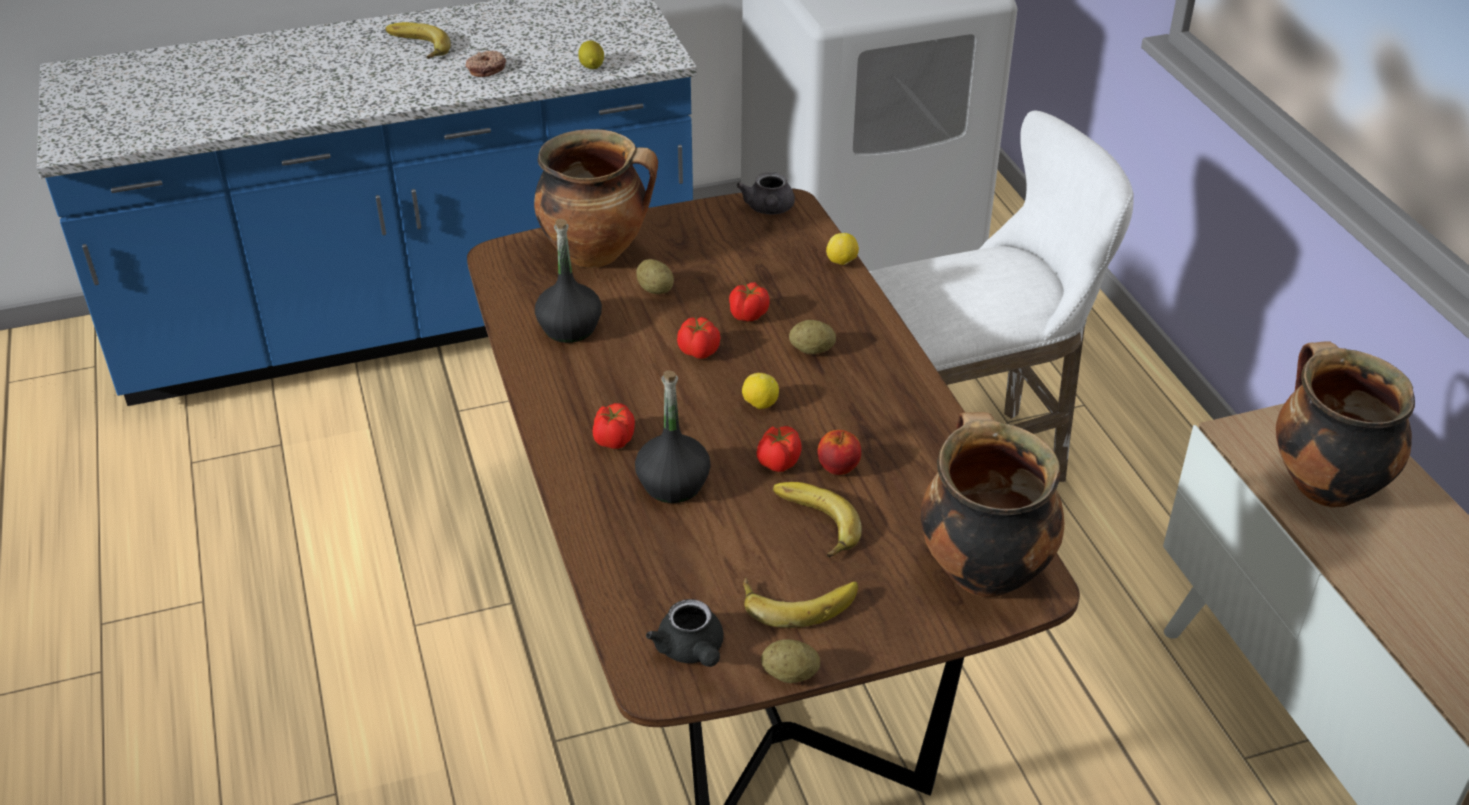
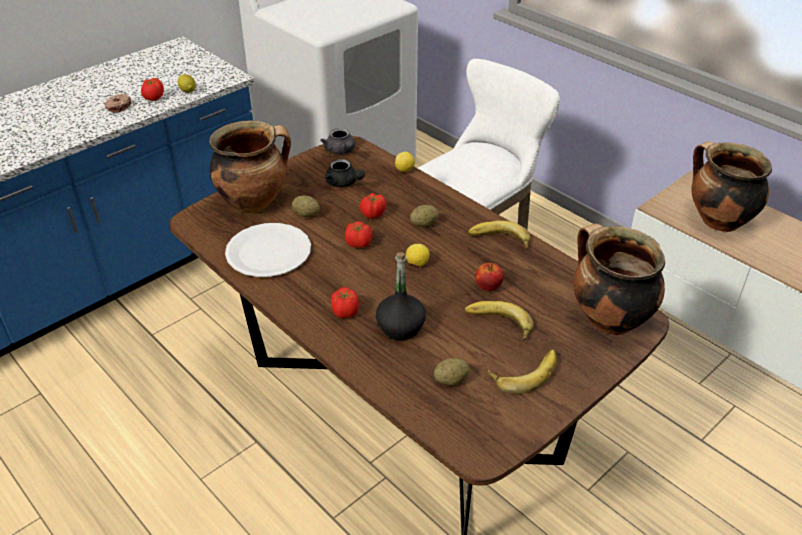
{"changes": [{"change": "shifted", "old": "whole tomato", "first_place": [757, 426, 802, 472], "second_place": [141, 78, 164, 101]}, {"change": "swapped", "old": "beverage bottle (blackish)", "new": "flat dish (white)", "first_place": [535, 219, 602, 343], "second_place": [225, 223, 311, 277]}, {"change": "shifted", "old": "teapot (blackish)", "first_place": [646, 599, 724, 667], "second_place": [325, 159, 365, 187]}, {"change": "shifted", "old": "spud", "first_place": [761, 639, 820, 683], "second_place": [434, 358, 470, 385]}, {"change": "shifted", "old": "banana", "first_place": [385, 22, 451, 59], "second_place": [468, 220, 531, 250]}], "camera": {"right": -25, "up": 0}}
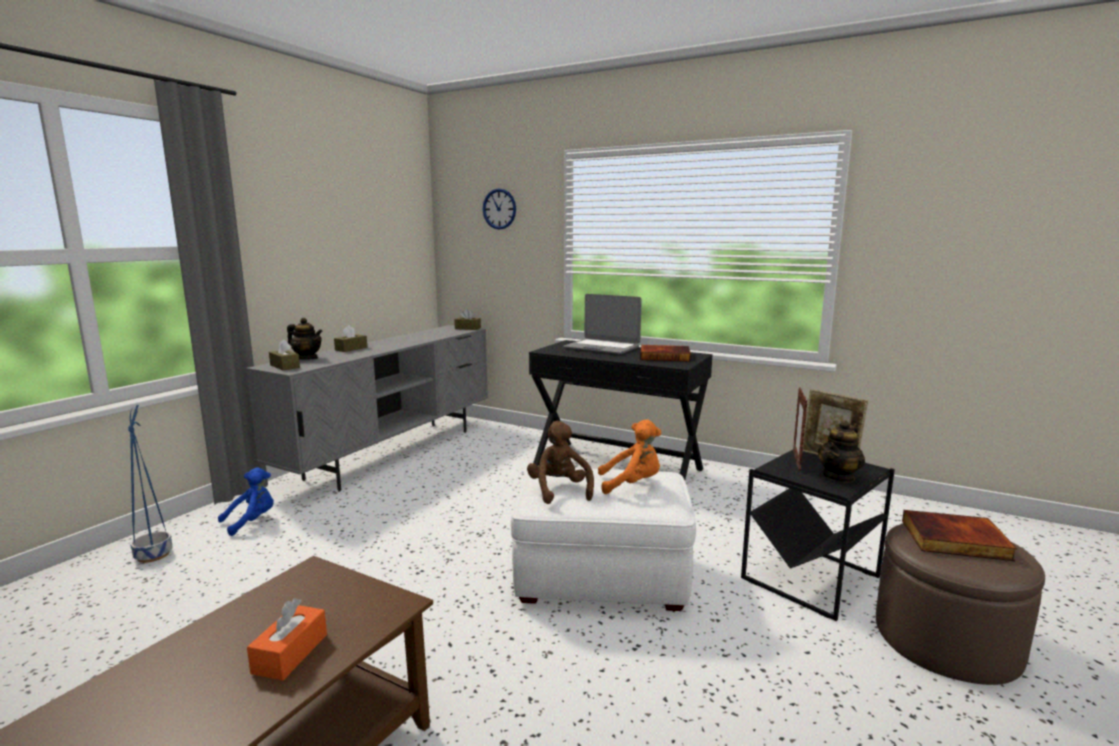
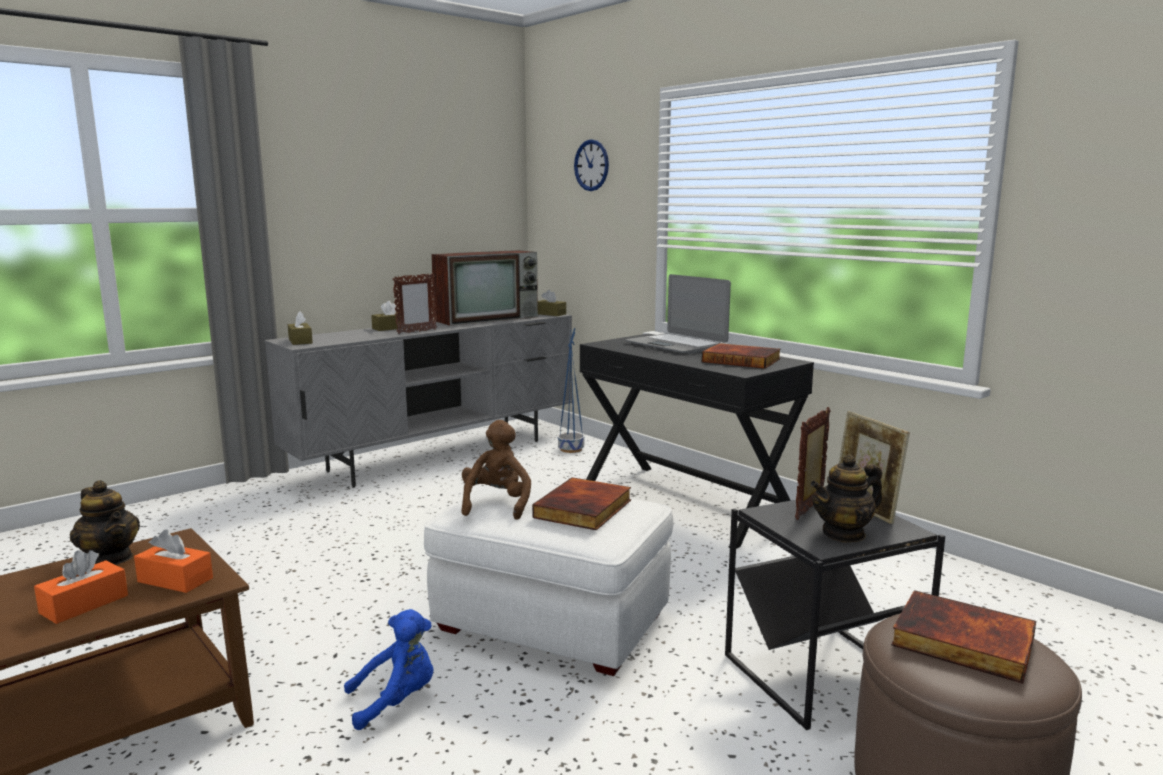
{"changes": [{"change": "shifted", "old": "teapot", "first_place": [287, 318, 322, 360], "second_place": [70, 480, 140, 565]}, {"change": "new", "new": "tissue holder (orange)", "second_place": [134, 529, 213, 593]}, {"change": "shifted", "old": "soft toy (bluish)", "first_place": [218, 468, 274, 536], "second_place": [344, 609, 434, 730]}, {"change": "new", "new": "standing frame", "second_place": [393, 273, 437, 334]}, {"change": "new", "new": "TV set", "second_place": [431, 250, 538, 326]}, {"change": "swapped", "old": "soft toy (orange)", "new": "book", "first_place": [598, 419, 661, 494], "second_place": [532, 478, 631, 530]}, {"change": "shifted", "old": "flower pot (bluish)", "first_place": [128, 405, 173, 563], "second_place": [558, 328, 584, 453]}], "camera": {"right": 20, "up": 0}}
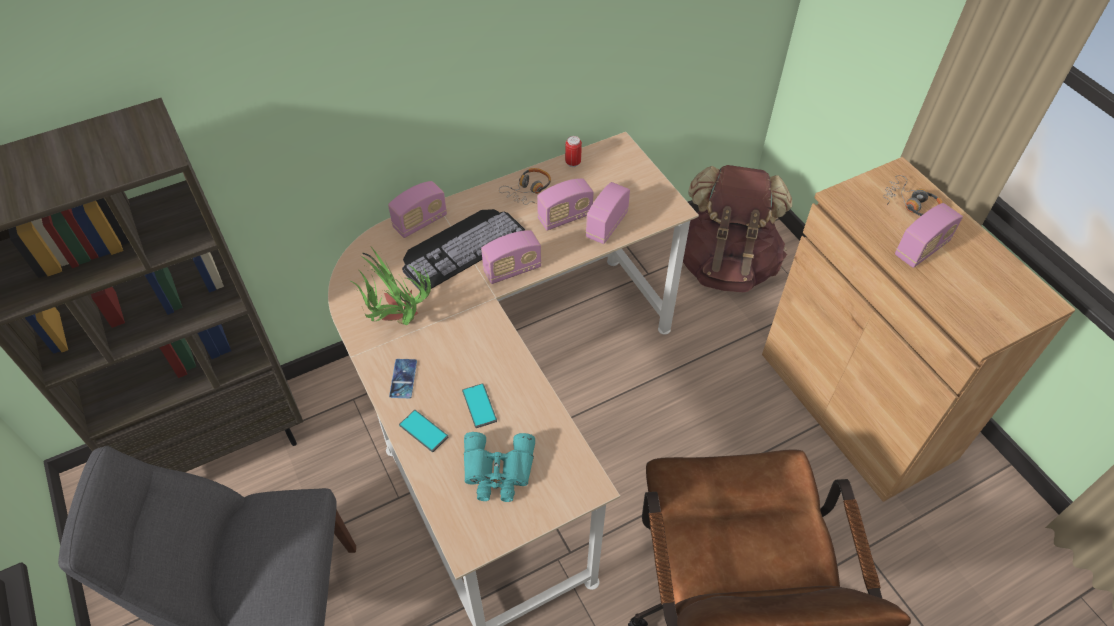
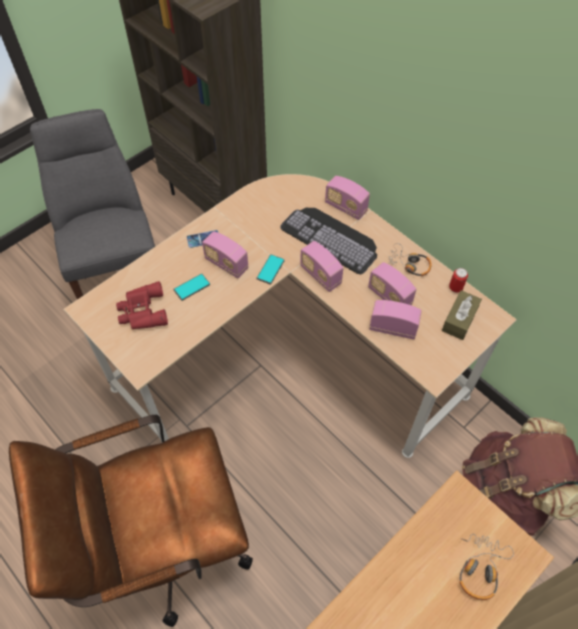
{"changes": [{"change": "repainted", "old": "binoculars (turquoise)", "new": "binoculars (red-coloured)", "first_place": [464, 432, 535, 502], "second_place": [116, 281, 168, 329]}, {"change": "shifted", "old": "radio", "first_place": [895, 203, 963, 268], "second_place": [202, 231, 249, 278]}, {"change": "shifted", "old": "handset", "first_place": [399, 410, 448, 452], "second_place": [257, 254, 285, 285]}, {"change": "new", "new": "tissue holder (brownish)", "second_place": [442, 290, 482, 340]}, {"change": "gone", "old": "potted plant", "first_place": [351, 247, 431, 325]}], "camera": {"right": 75, "up": 5}}
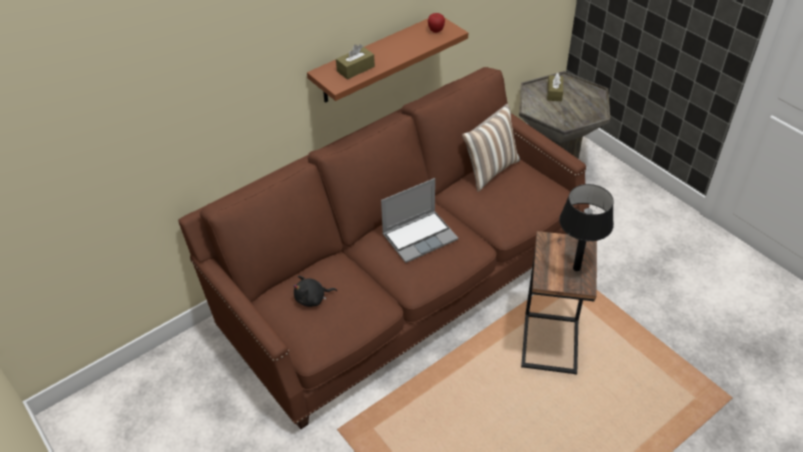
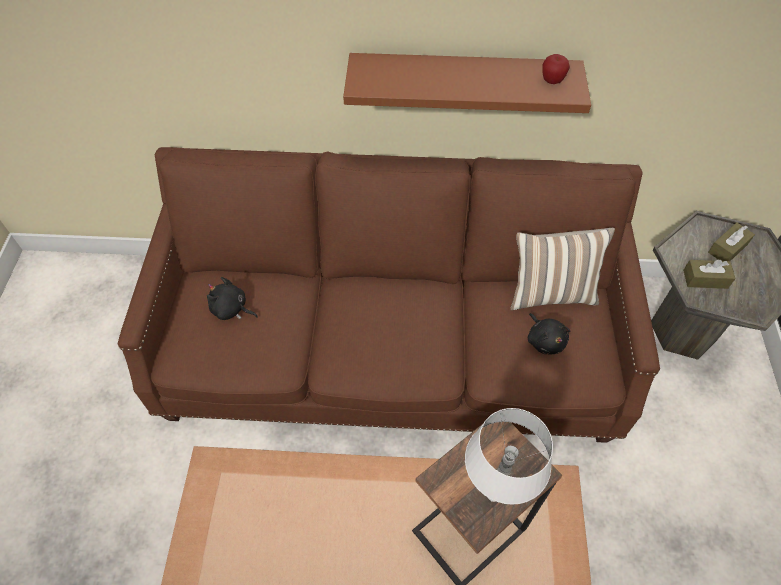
{"changes": [{"change": "repainted", "old": "table lamp (blackish)", "new": "table lamp (white)", "first_place": [559, 184, 614, 271], "second_place": [465, 408, 553, 505]}, {"change": "new", "new": "soft toy (blackish)", "second_place": [528, 313, 570, 354]}, {"change": "shifted", "old": "tissue holder (brownish)", "first_place": [336, 44, 375, 79], "second_place": [683, 260, 736, 289]}, {"change": "gone", "old": "laptop", "first_place": [381, 178, 458, 263]}], "camera": {"right": 40, "up": 10}}
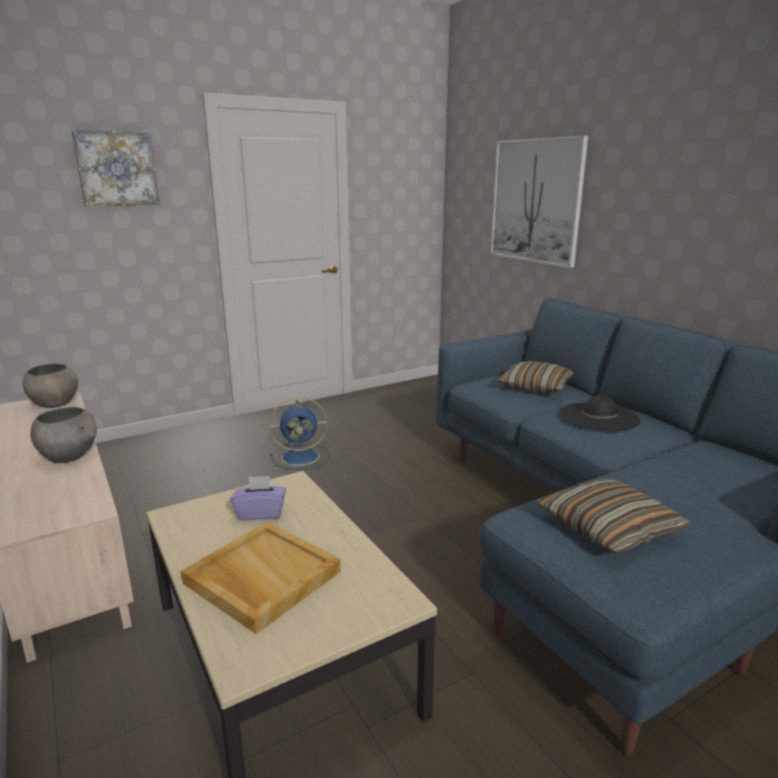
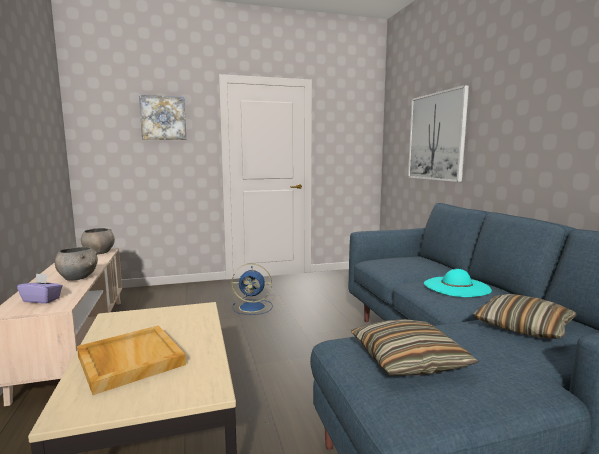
{"changes": [{"change": "shifted", "old": "tissue holder (purple-coloured)", "first_place": [231, 476, 286, 520], "second_place": [17, 273, 63, 304]}, {"change": "repainted", "old": "clothing hat (blackish)", "new": "clothing hat (turquoise)", "first_place": [560, 395, 641, 432], "second_place": [424, 269, 492, 297]}, {"change": "shifted", "old": "throw pillow", "first_place": [498, 361, 574, 393], "second_place": [473, 294, 577, 339]}], "camera": {"right": 15, "up": -10}}
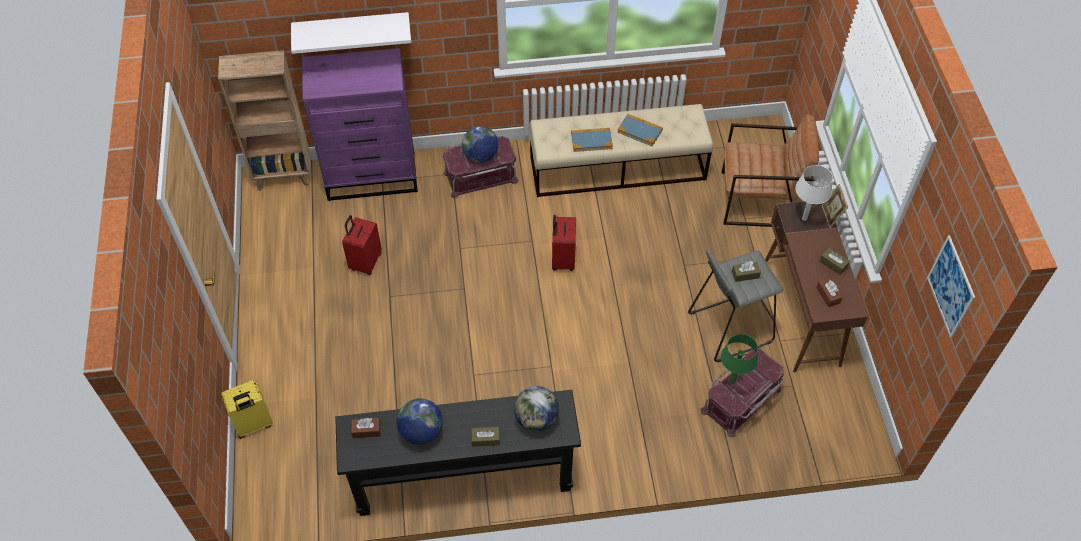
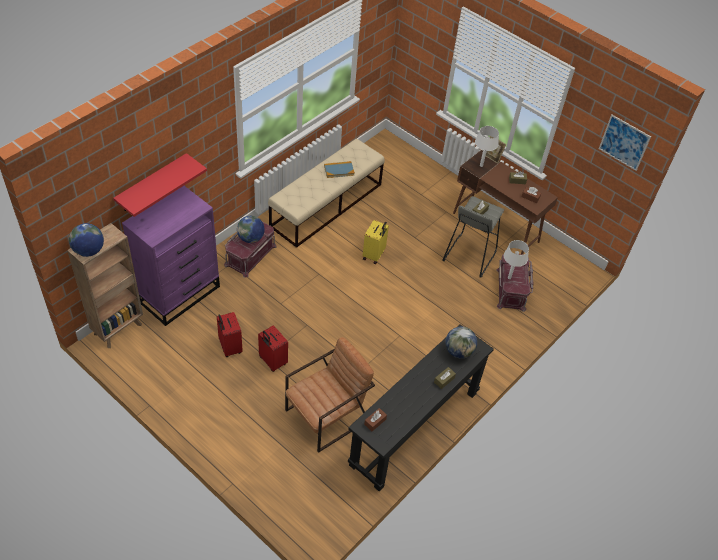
{"changes": [{"change": "shifted", "old": "desk globe", "first_place": [397, 398, 443, 445], "second_place": [69, 223, 104, 257]}, {"change": "repainted", "old": "shelf (white)", "new": "shelf (red-coloured)", "first_place": [291, 12, 411, 54], "second_place": [113, 153, 207, 217]}, {"change": "shifted", "old": "suitcase (red-coloured)", "first_place": [552, 215, 576, 271], "second_place": [258, 325, 288, 372]}, {"change": "shifted", "old": "easy chair (brownish)", "first_place": [722, 114, 819, 227], "second_place": [285, 337, 375, 453]}, {"change": "shifted", "old": "suitcase (yellow-coloured)", "first_place": [221, 380, 273, 439], "second_place": [363, 220, 389, 264]}, {"change": "repainted", "old": "table lamp (greenish)", "new": "table lamp (white)", "first_place": [721, 334, 758, 384], "second_place": [504, 240, 529, 279]}, {"change": "gone", "old": "book", "first_place": [571, 128, 613, 152]}], "camera": {"right": -45, "up": -5}}
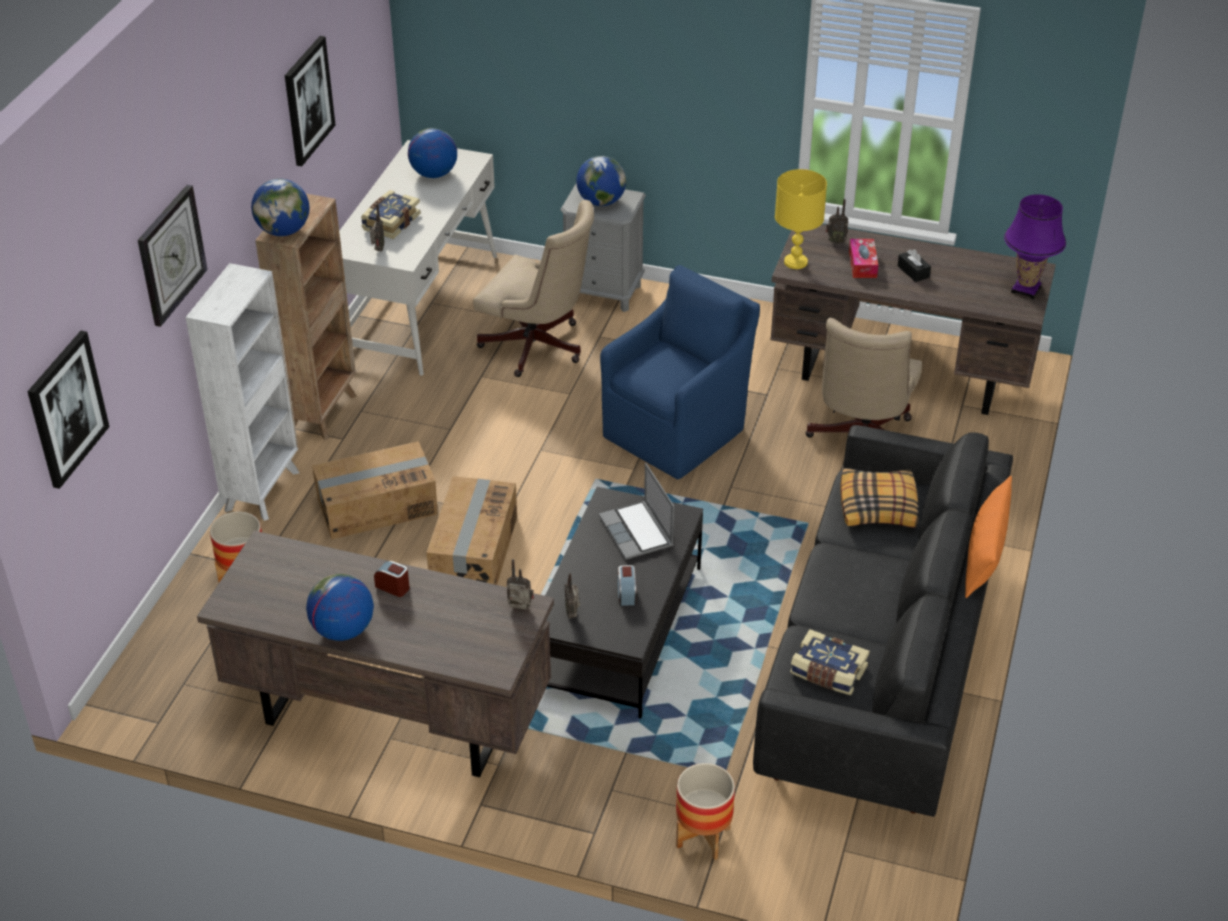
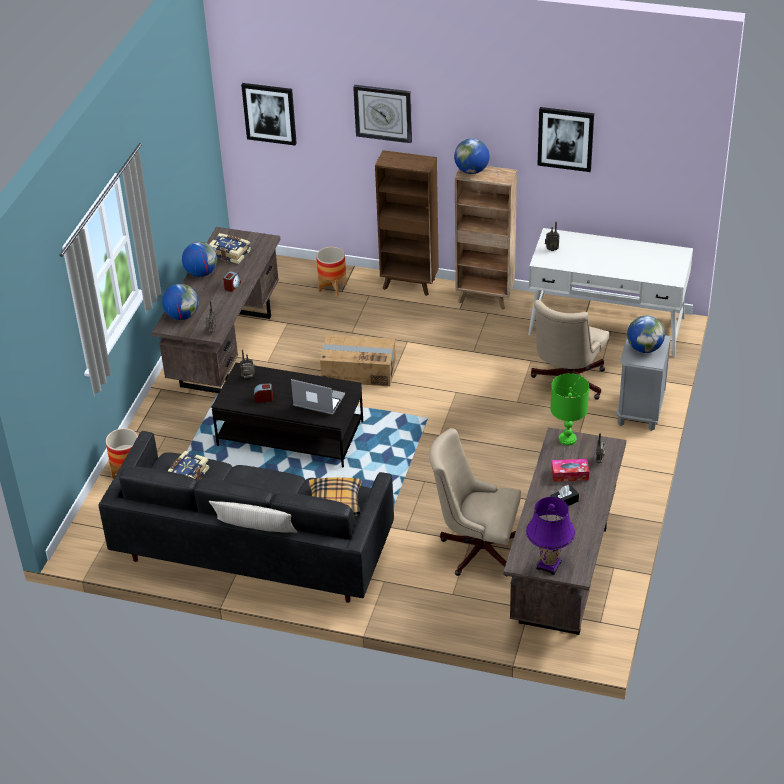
{"changes": [{"change": "shifted", "old": "desk globe", "first_place": [408, 128, 457, 178], "second_place": [162, 284, 199, 320]}, {"change": "shifted", "old": "book", "first_place": [361, 190, 421, 239], "second_place": [209, 233, 251, 264]}, {"change": "repainted", "old": "throw pillow (orange)", "new": "throw pillow (sand-coloured)", "first_place": [965, 476, 1012, 598], "second_place": [209, 501, 297, 533]}, {"change": "rotated", "old": "laptop", "first_place": [599, 463, 674, 560], "second_place": [291, 379, 345, 415], "degrees": 45}, {"change": "repainted", "old": "bookshelf (white)", "new": "bookshelf (brownish)", "first_place": [186, 263, 299, 521], "second_place": [375, 150, 439, 296]}, {"change": "repainted", "old": "table lamp (yellow-coloured)", "new": "table lamp (greenish)", "first_place": [775, 169, 827, 269], "second_place": [550, 373, 589, 445]}, {"change": "gone", "old": "cardboard box", "first_place": [312, 441, 438, 539]}, {"change": "gone", "old": "easy chair (bluish)", "first_place": [600, 265, 760, 479]}], "camera": {"right": 90, "up": 0}}
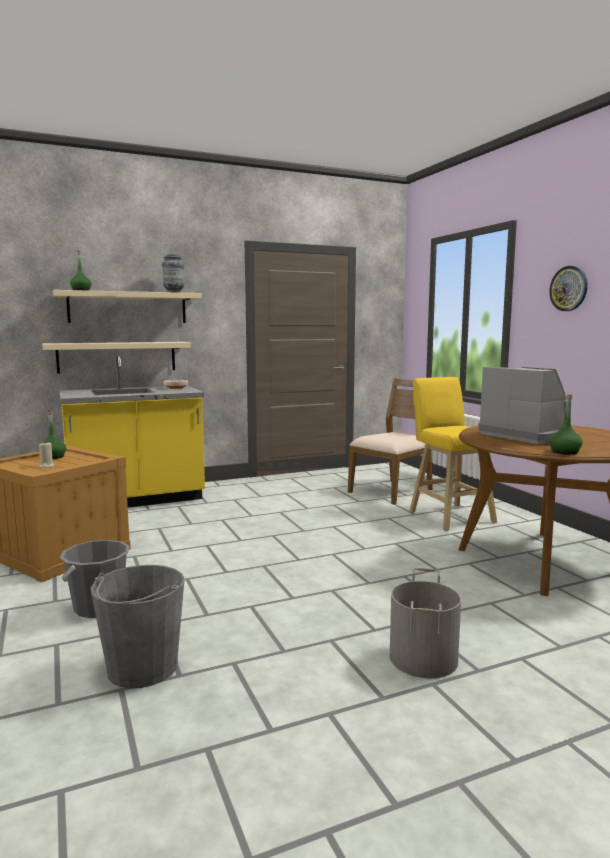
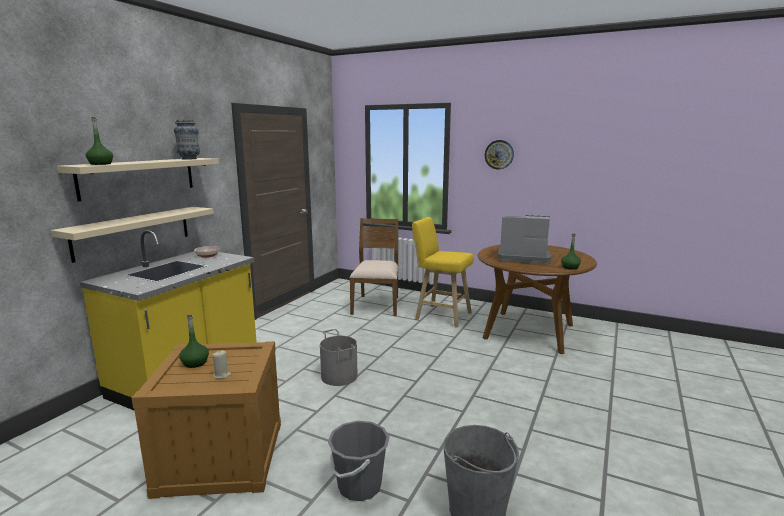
{"changes": [{"change": "shifted", "old": "water bucket (gray)", "first_place": [390, 568, 461, 678], "second_place": [320, 329, 358, 386]}], "camera": {"right": -40, "up": 5}}
